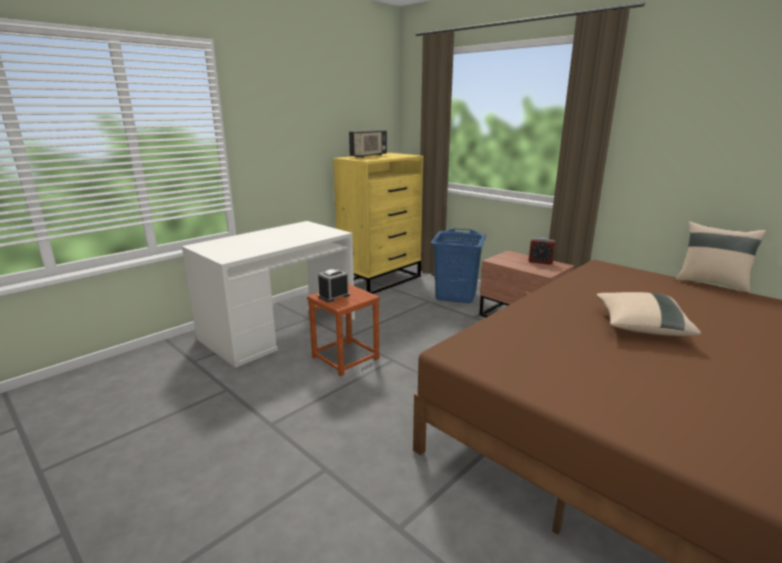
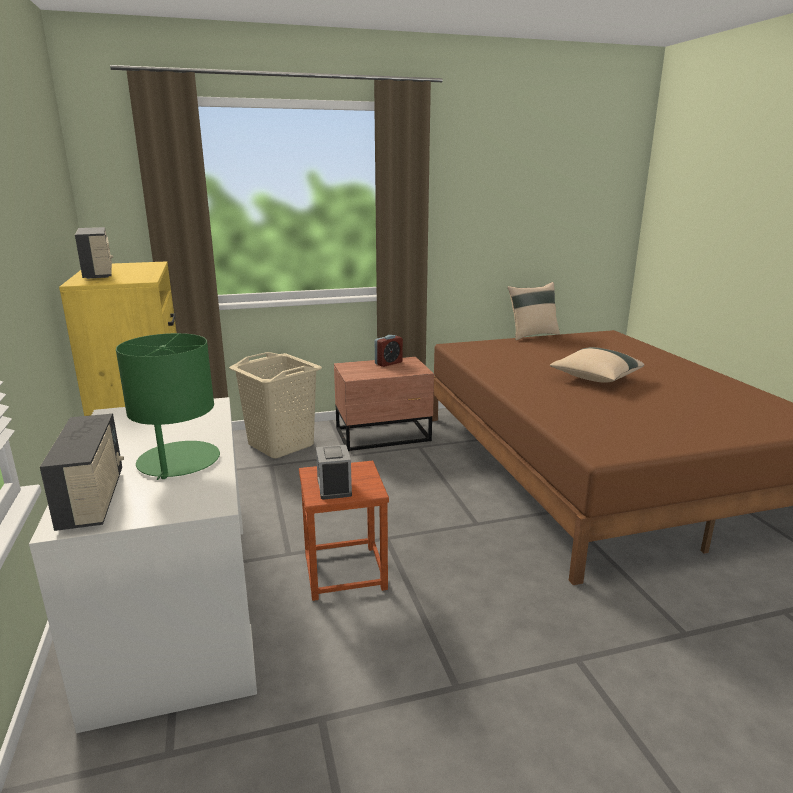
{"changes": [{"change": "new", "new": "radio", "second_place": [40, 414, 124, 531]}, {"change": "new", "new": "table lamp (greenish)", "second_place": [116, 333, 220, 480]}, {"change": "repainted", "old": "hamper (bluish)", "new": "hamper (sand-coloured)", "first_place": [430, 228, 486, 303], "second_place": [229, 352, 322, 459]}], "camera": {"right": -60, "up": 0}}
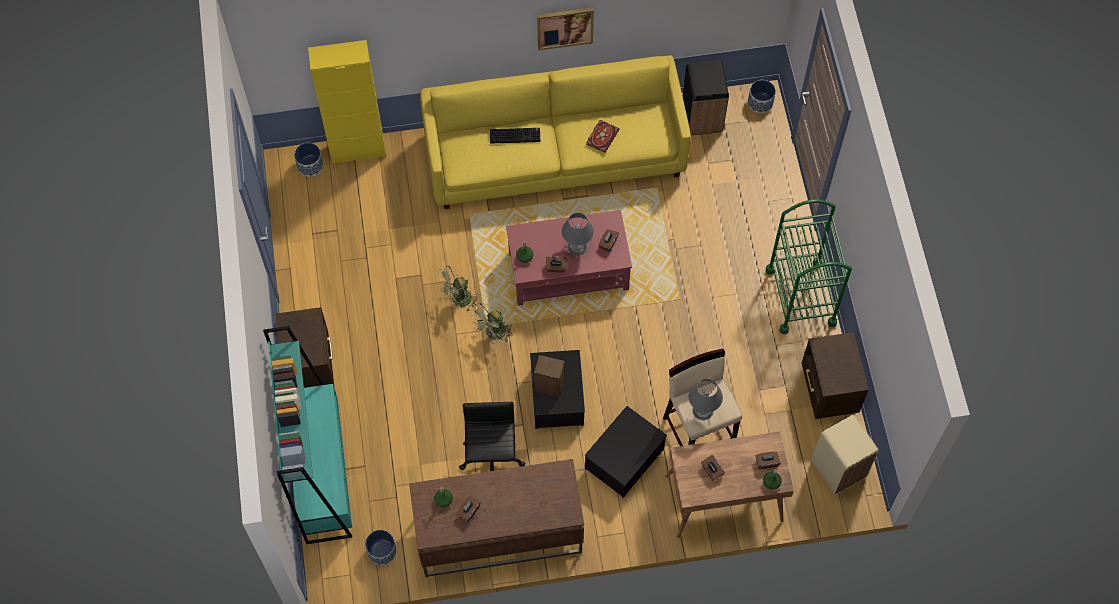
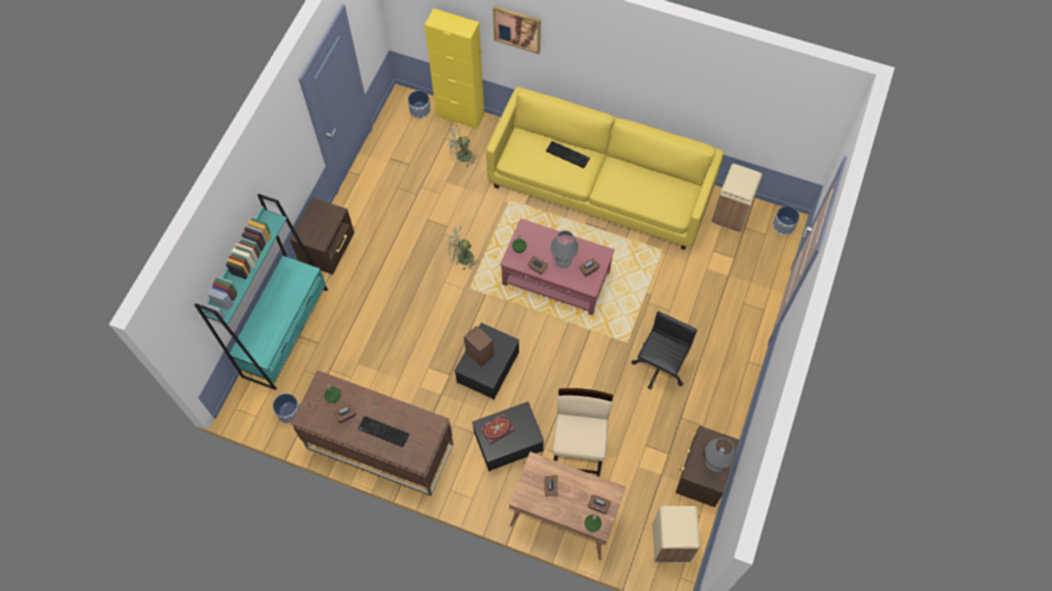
{"changes": [{"change": "new", "new": "PC keyboard", "second_place": [358, 416, 409, 447]}, {"change": "shifted", "old": "electric fan (greenish)", "first_place": [469, 303, 512, 343], "second_place": [447, 125, 477, 167]}, {"change": "shifted", "old": "book", "first_place": [586, 120, 619, 153], "second_place": [480, 413, 515, 445]}, {"change": "shifted", "old": "wall art", "first_place": [537, 8, 594, 50], "second_place": [493, 5, 541, 54]}, {"change": "shifted", "old": "computer chair (blackish)", "first_place": [459, 402, 525, 471], "second_place": [632, 311, 697, 389]}, {"change": "shifted", "old": "table lamp (gray)", "first_place": [689, 378, 723, 420], "second_place": [705, 438, 736, 472]}, {"change": "repainted", "old": "trash can (blackish)", "new": "trash can (sand-coloured)", "first_place": [683, 60, 729, 135], "second_place": [711, 164, 762, 233]}, {"change": "gone", "old": "cart (greenish)", "first_place": [766, 199, 852, 334]}], "camera": {"right": 30, "up": 0}}
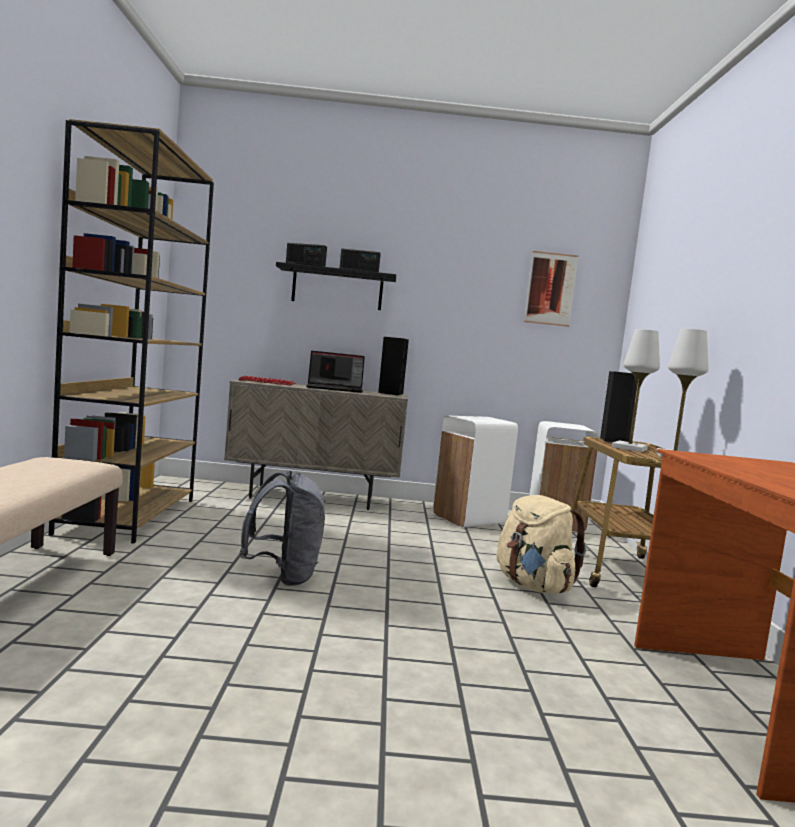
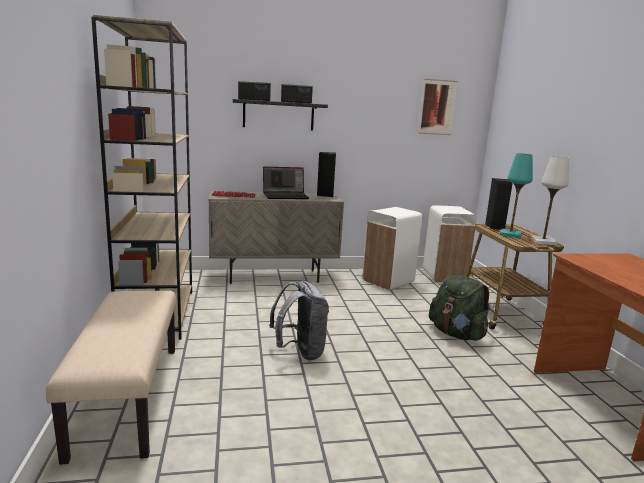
{"changes": [{"change": "repainted", "old": "rucksack (sand-coloured)", "new": "rucksack (greenish)", "first_place": [496, 495, 587, 594], "second_place": [429, 275, 490, 341]}, {"change": "repainted", "old": "table lamp (white)", "new": "table lamp (turquoise)", "first_place": [612, 329, 660, 452], "second_place": [500, 153, 533, 238]}], "camera": {"right": -10, "up": 10}}
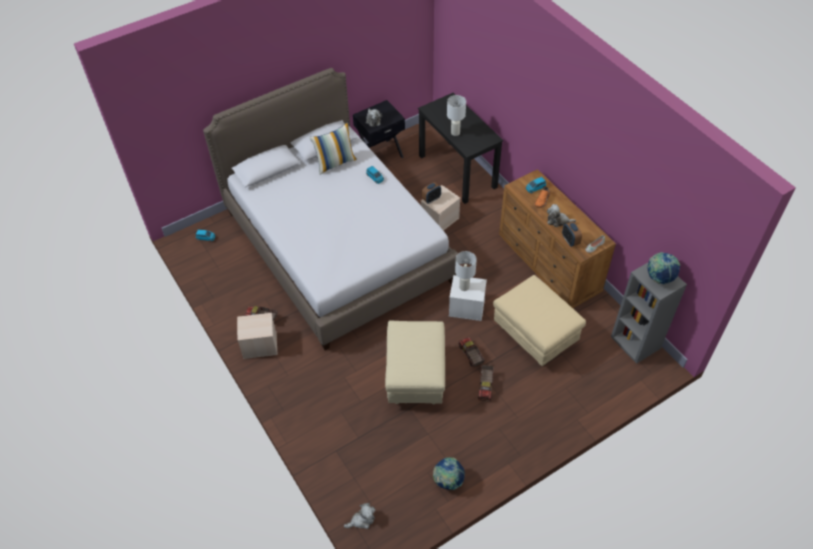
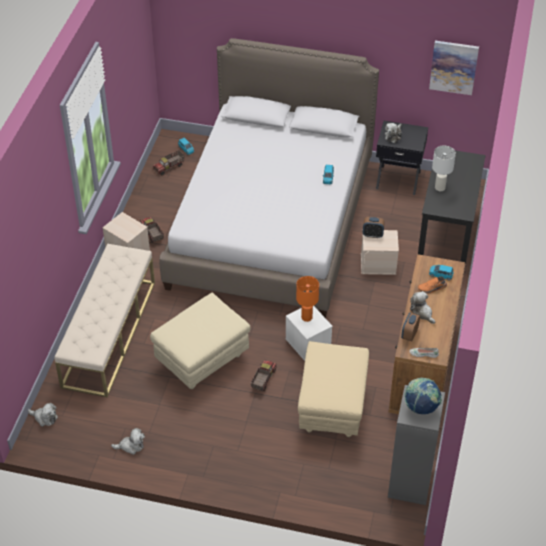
{"changes": [{"change": "new", "new": "indoor bench (sand-coloured)", "second_place": [54, 244, 155, 397]}, {"change": "swapped", "old": "desk globe", "new": "soft toy", "first_place": [433, 457, 465, 490], "second_place": [111, 428, 145, 455]}, {"change": "shifted", "old": "toy truck", "first_place": [478, 365, 494, 401], "second_place": [153, 150, 185, 175]}, {"change": "repainted", "old": "table lamp (white)", "new": "table lamp (orange)", "first_place": [455, 251, 477, 291], "second_place": [296, 276, 319, 322]}, {"change": "new", "new": "wall art", "second_place": [429, 41, 479, 95]}, {"change": "gone", "old": "throw pillow", "first_place": [309, 122, 357, 175]}], "camera": {"right": 45, "up": -5}}
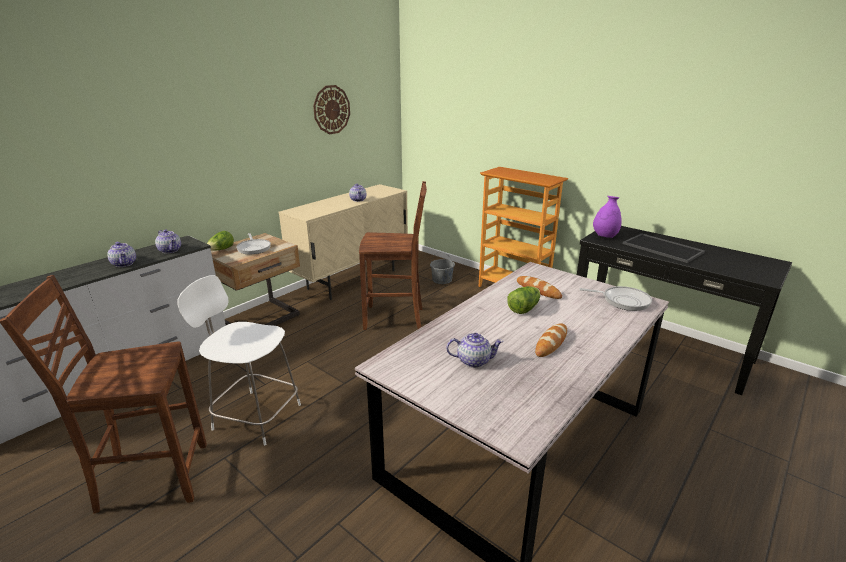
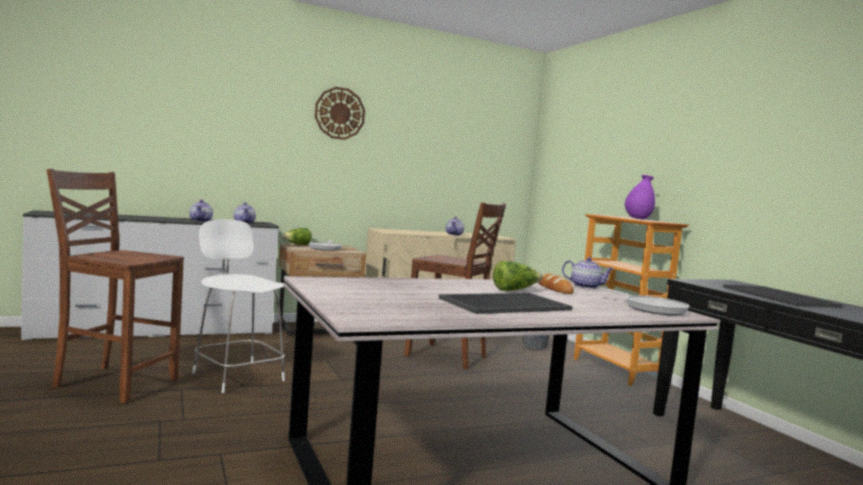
{"changes": [{"change": "shifted", "old": "wall clock", "first_place": [313, 85, 350, 134], "second_place": [315, 87, 365, 140]}, {"change": "swapped", "old": "bakery bread", "new": "tray", "first_place": [535, 324, 567, 357], "second_place": [439, 293, 573, 314]}, {"change": "shifted", "old": "teapot", "first_place": [446, 333, 504, 368], "second_place": [562, 257, 614, 289]}, {"change": "shifted", "old": "decorative vase (purple-coloured)", "first_place": [593, 196, 622, 238], "second_place": [625, 175, 655, 220]}], "camera": {"right": 25, "up": -20}}
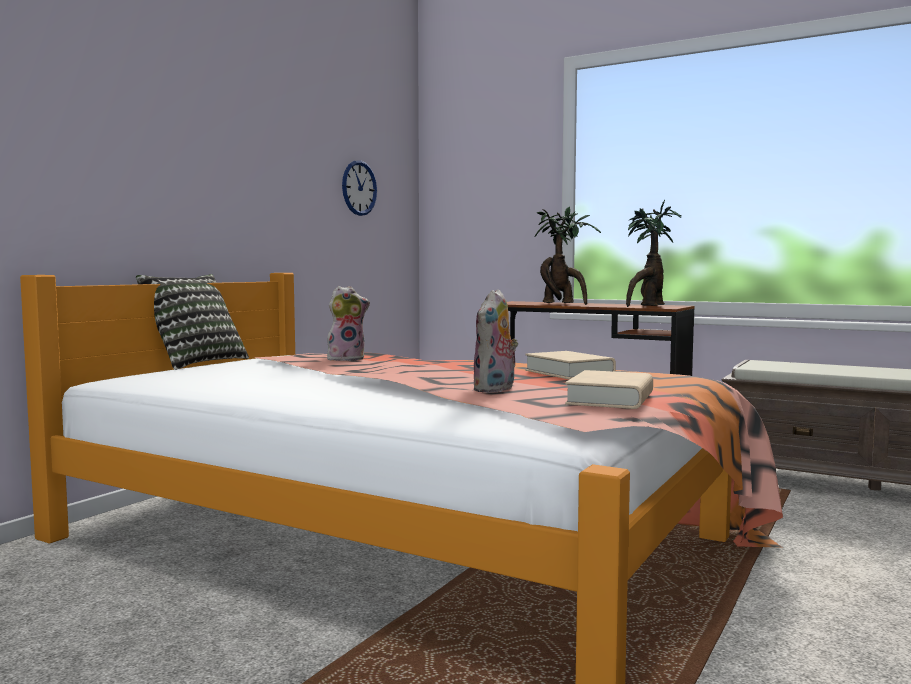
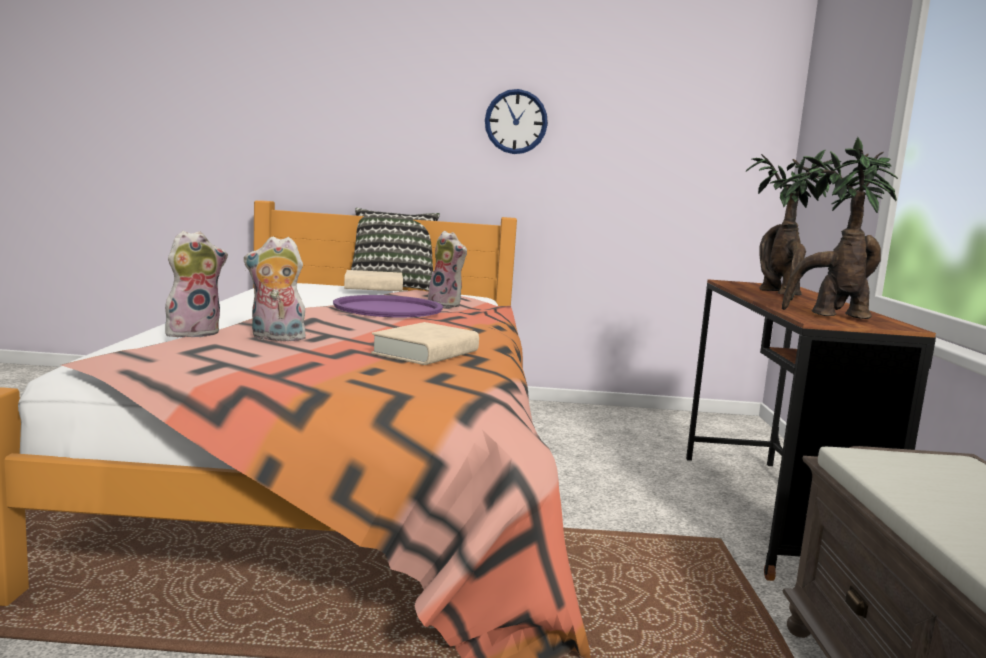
{"changes": [{"change": "new", "new": "soft toy", "second_place": [165, 230, 228, 338]}, {"change": "new", "new": "tray (purple-coloured)", "second_place": [333, 295, 443, 317]}, {"change": "shifted", "old": "book (sand-coloured)", "first_place": [565, 370, 653, 409], "second_place": [344, 270, 403, 291]}, {"change": "shifted", "old": "wall clock", "first_place": [342, 160, 377, 216], "second_place": [485, 89, 548, 154]}], "camera": {"right": 60, "up": 5}}
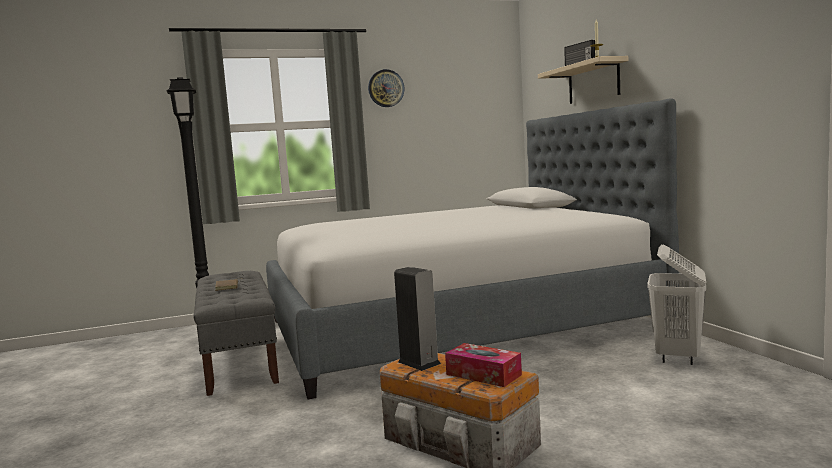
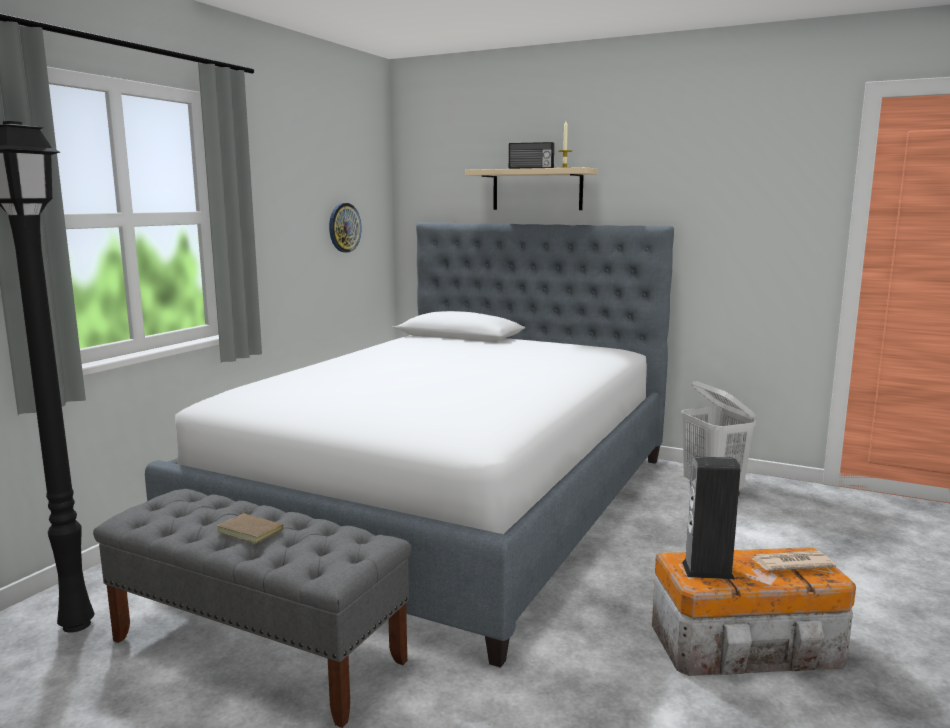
{"changes": [{"change": "shifted", "old": "wall clock", "first_place": [368, 69, 404, 107], "second_place": [329, 203, 361, 253]}, {"change": "swapped", "old": "tissue holder", "new": "daily paper", "first_place": [445, 343, 522, 387], "second_place": [752, 550, 836, 571]}], "camera": {"right": -45, "up": 5}}
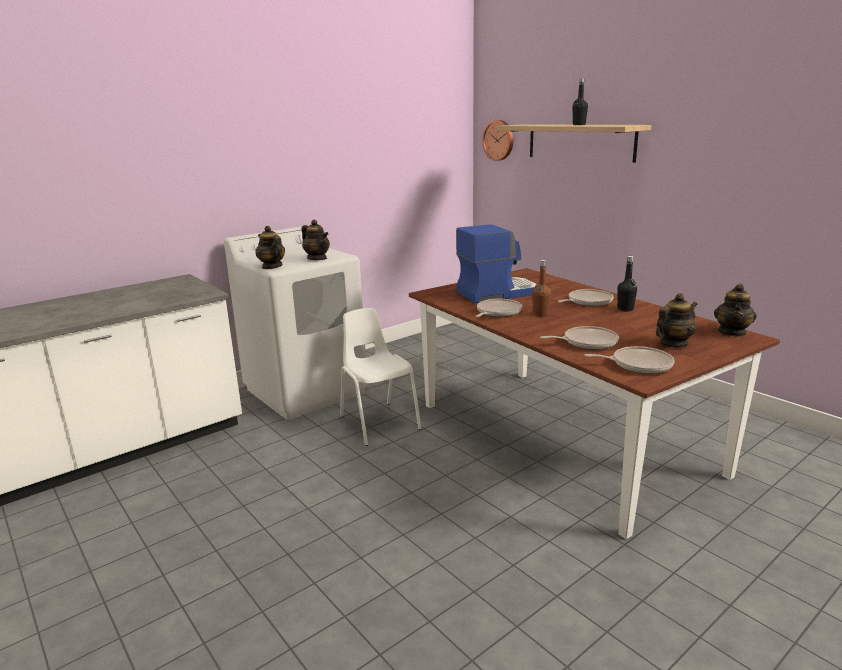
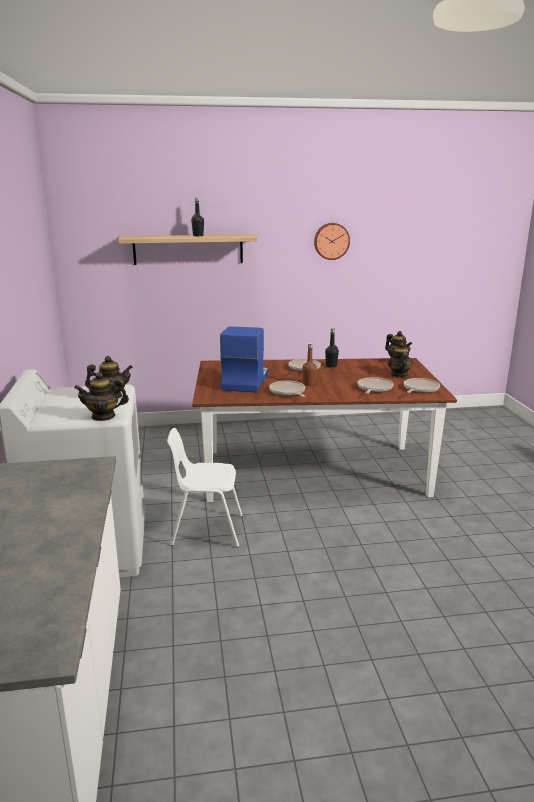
{"changes": [{"change": "shifted", "old": "wall clock", "first_place": [482, 120, 513, 161], "second_place": [314, 223, 350, 260]}], "camera": {"right": -60, "up": 0}}
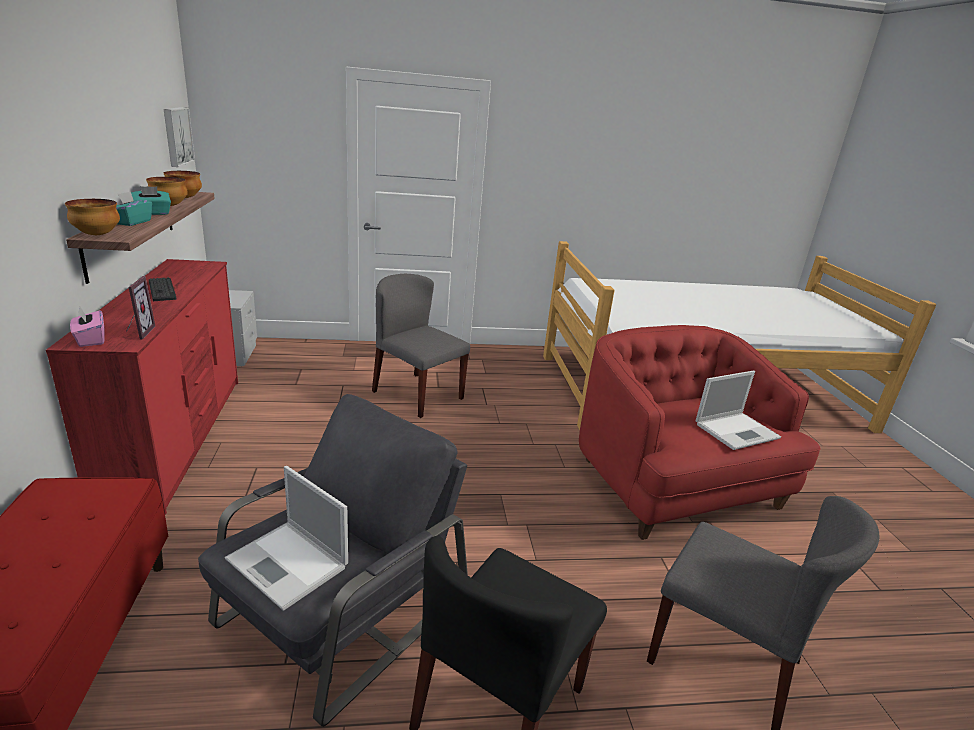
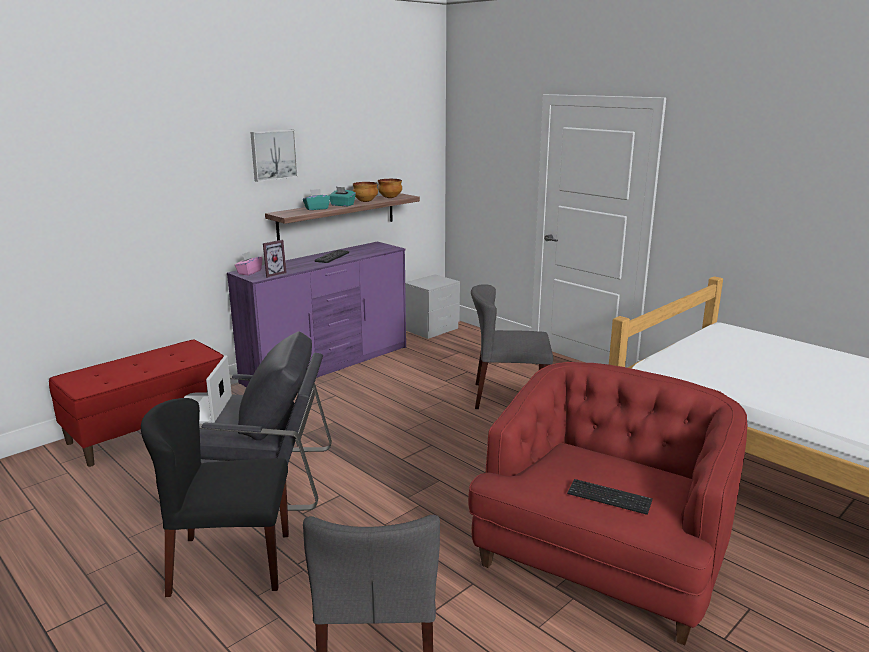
{"changes": [{"change": "repainted", "old": "drawer chest (red-coloured)", "new": "drawer chest (purple-coloured)", "first_place": [46, 259, 238, 515], "second_place": [227, 241, 406, 388]}, {"change": "shifted", "old": "wall art", "first_place": [164, 107, 195, 167], "second_place": [250, 130, 298, 182]}, {"change": "rotated", "old": "upright chair (gray)", "first_place": [372, 274, 470, 418], "second_place": [471, 284, 553, 409], "degrees": -90}, {"change": "swapped", "old": "laptop", "new": "PC keyboard", "first_place": [696, 371, 781, 450], "second_place": [567, 479, 653, 515]}, {"change": "gone", "old": "serving bowl", "first_place": [65, 199, 120, 235]}], "camera": {"right": 55, "up": -5}}
